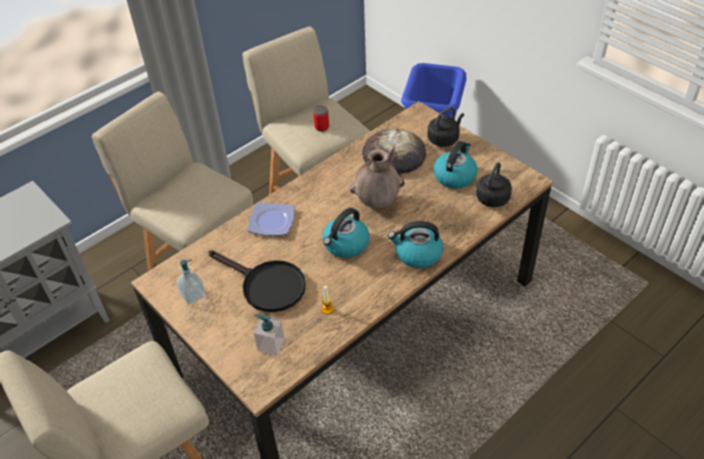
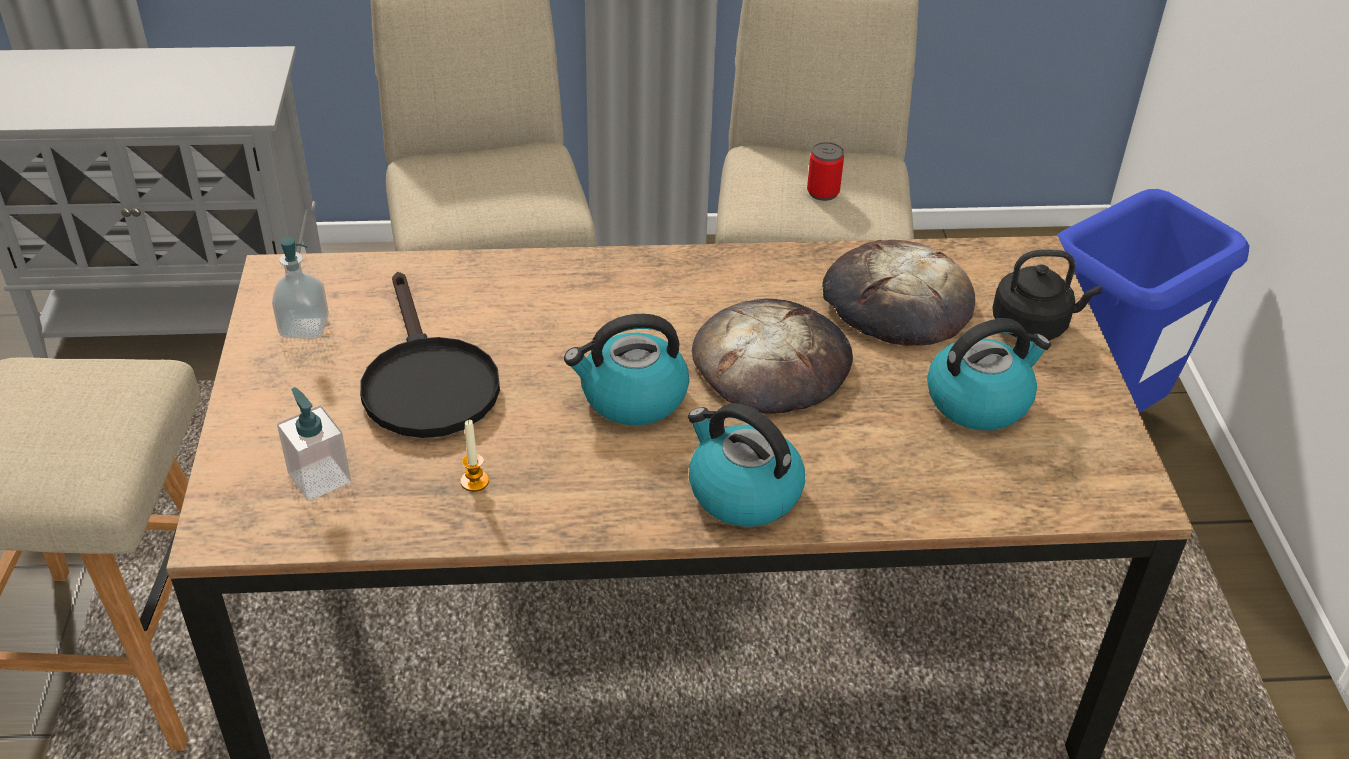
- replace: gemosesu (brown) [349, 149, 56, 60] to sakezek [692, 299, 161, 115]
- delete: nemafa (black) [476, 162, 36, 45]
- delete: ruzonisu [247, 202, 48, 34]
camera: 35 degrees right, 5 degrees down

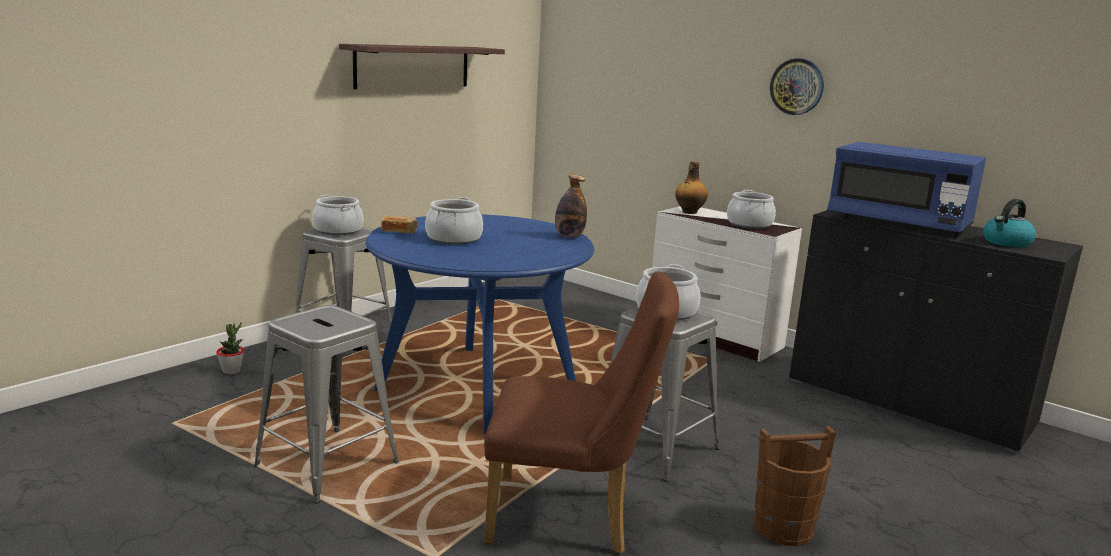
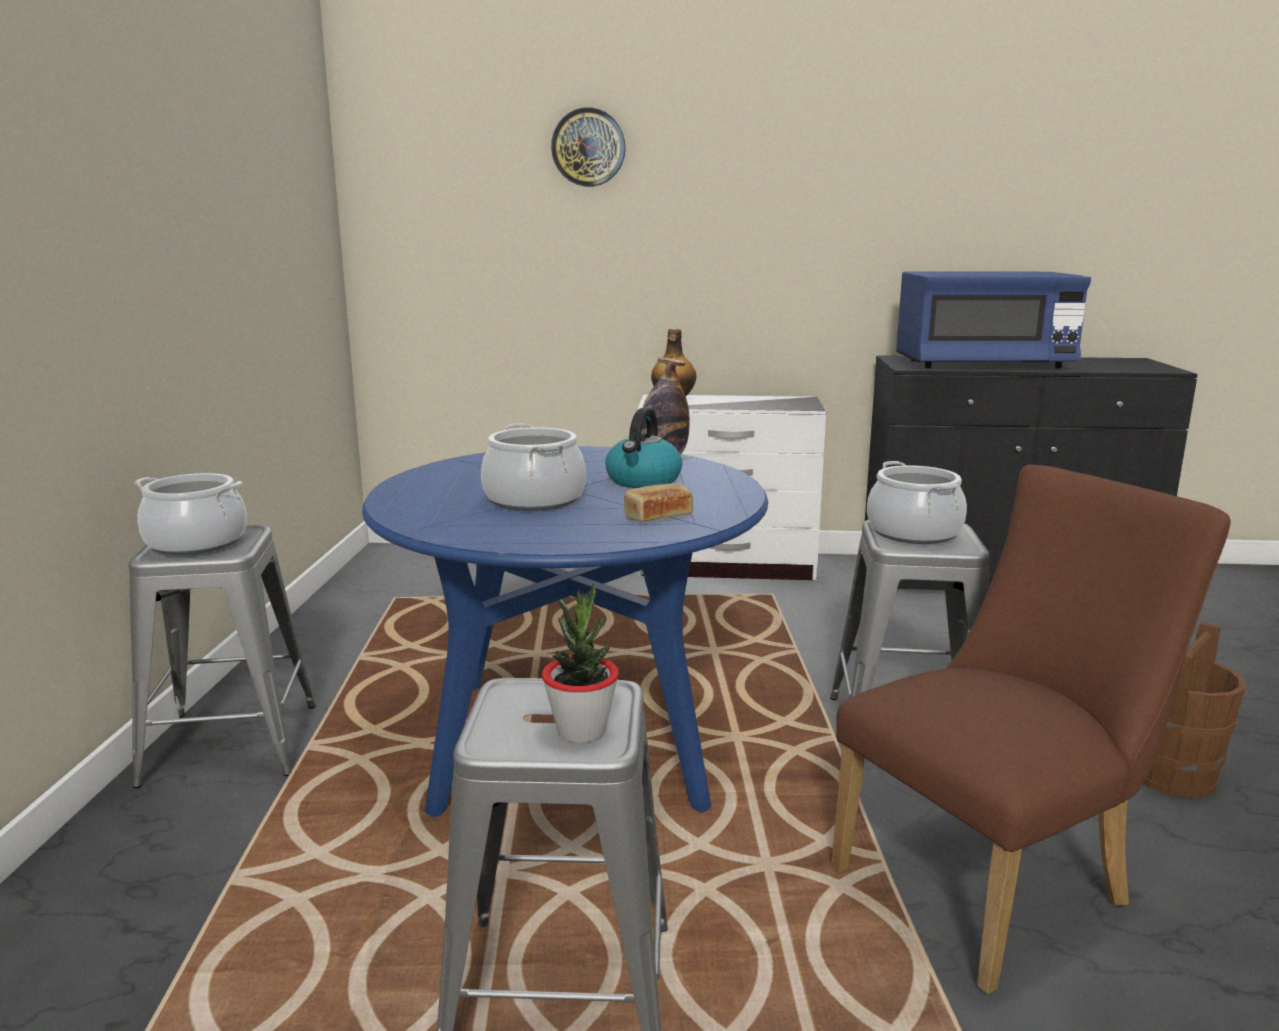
- delete: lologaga [339, 44, 166, 45]
- move: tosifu [770, 58, 54, 57] to [551, 107, 75, 80]
- delete: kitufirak [727, 190, 49, 39]
- move: nemafa [983, 199, 53, 49] to [605, 408, 77, 80]
- move: sakezek [381, 216, 36, 17] to [624, 483, 69, 39]
- move: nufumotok [216, 323, 28, 51] to [542, 583, 77, 160]
camera: 35 degrees left, 0 degrees up

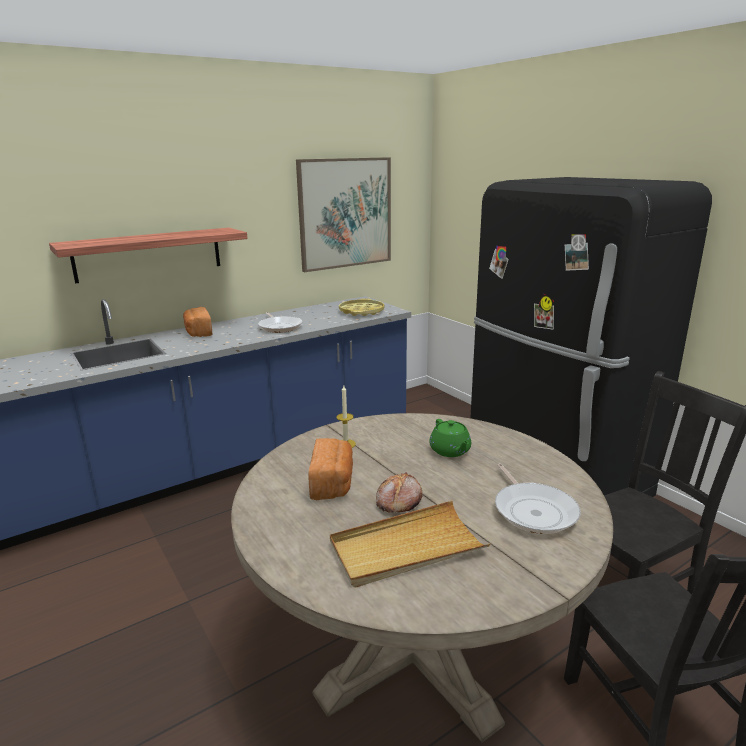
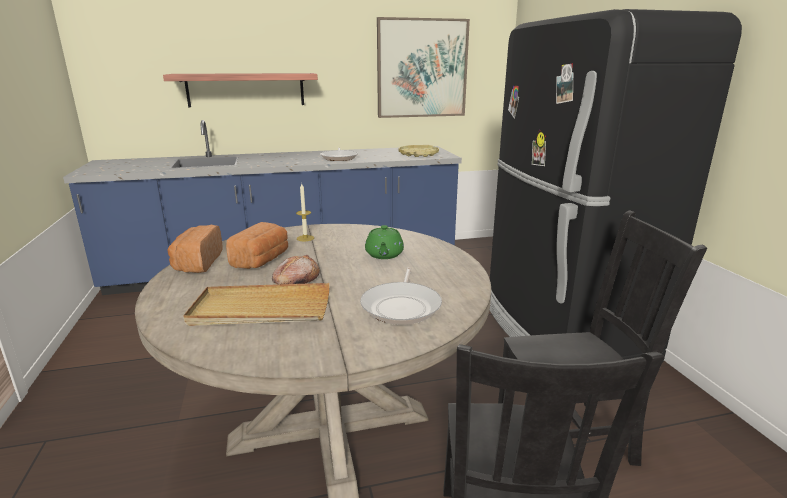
- move: sakezek [183, 307, 30, 30] to [167, 225, 55, 48]
camera: 20 degrees right, 0 degrees up

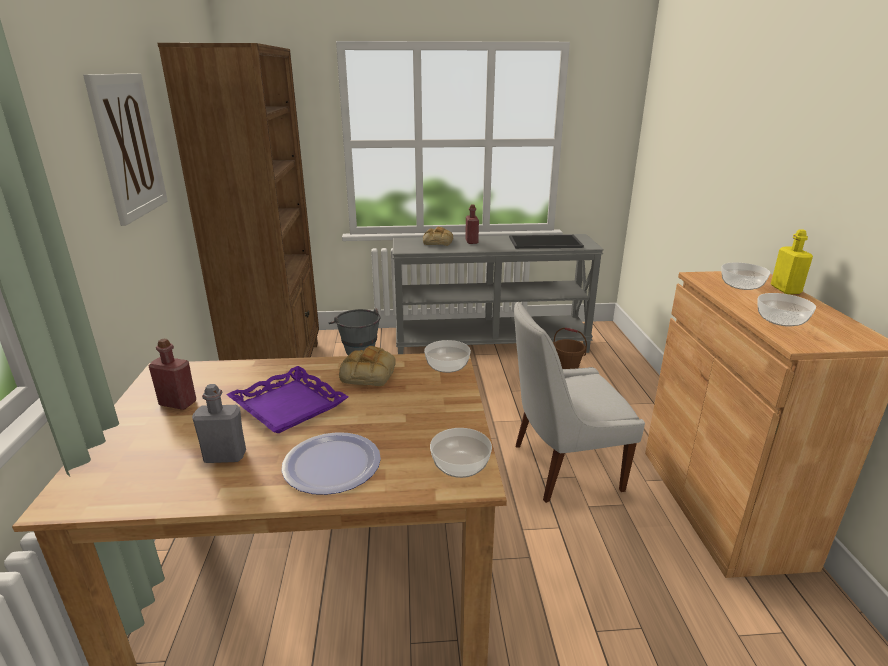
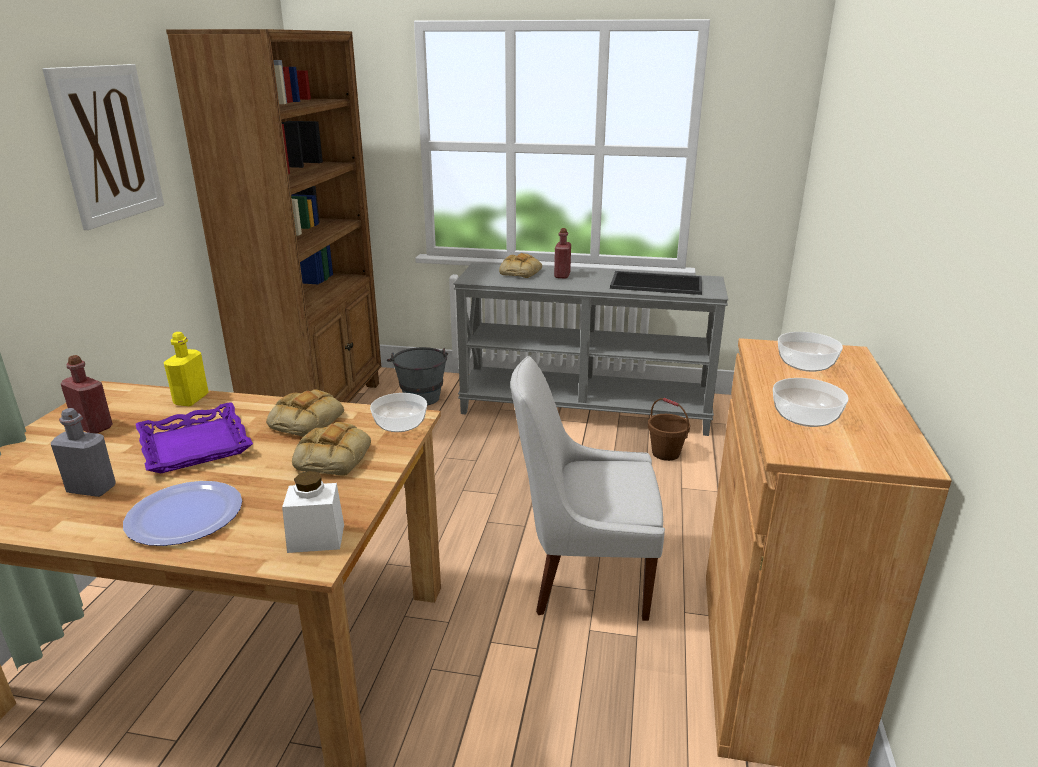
- move: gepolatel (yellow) [771, 229, 42, 65] to [164, 332, 45, 74]
- replace: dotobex [430, 428, 62, 50] to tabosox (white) [282, 471, 62, 82]
- insert: sakezek [292, 422, 79, 54]
camera: 15 degrees right, 0 degrees up

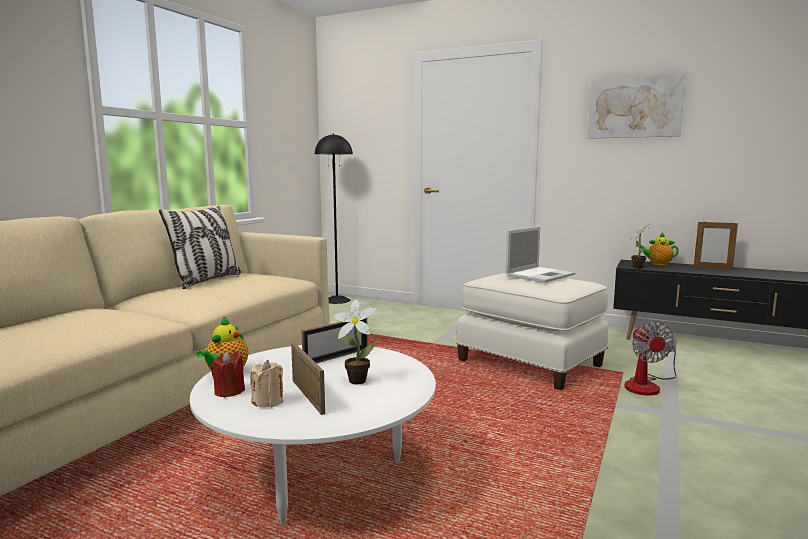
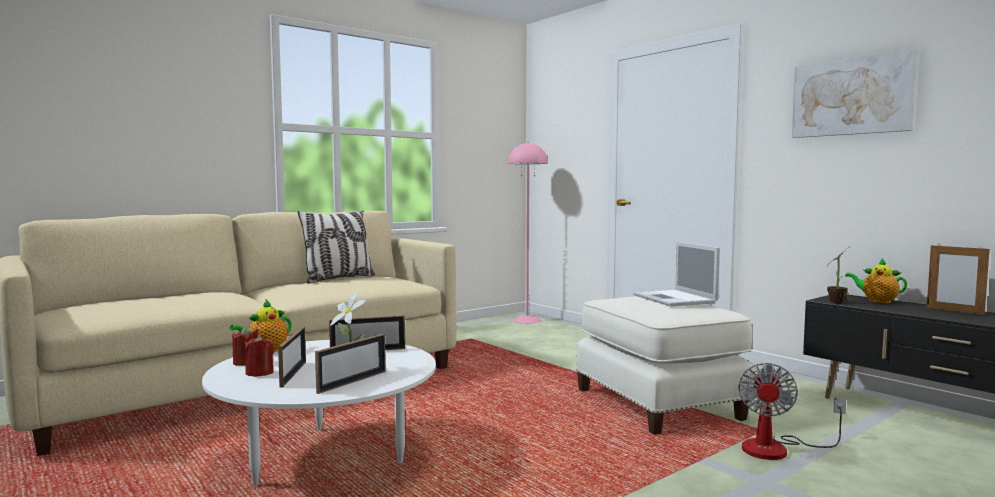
- recolor: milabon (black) [315, 134, 38, 170] to milabon (pink) [508, 142, 40, 182]
- rotate: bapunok [505, 227, 71, 56] = [633, 242, 87, 65] 90 degrees clockwise
- recolor: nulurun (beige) [250, 360, 33, 48] to nulurun (red) [245, 335, 29, 42]
- insert: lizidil [315, 334, 70, 60]
camera: 25 degrees right, 5 degrees down

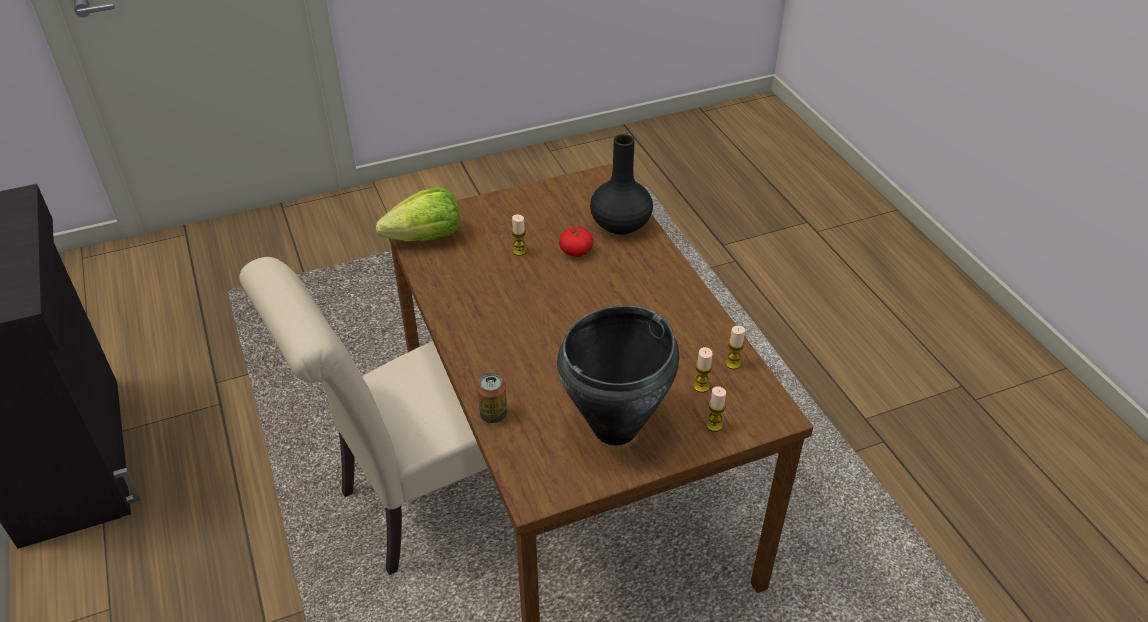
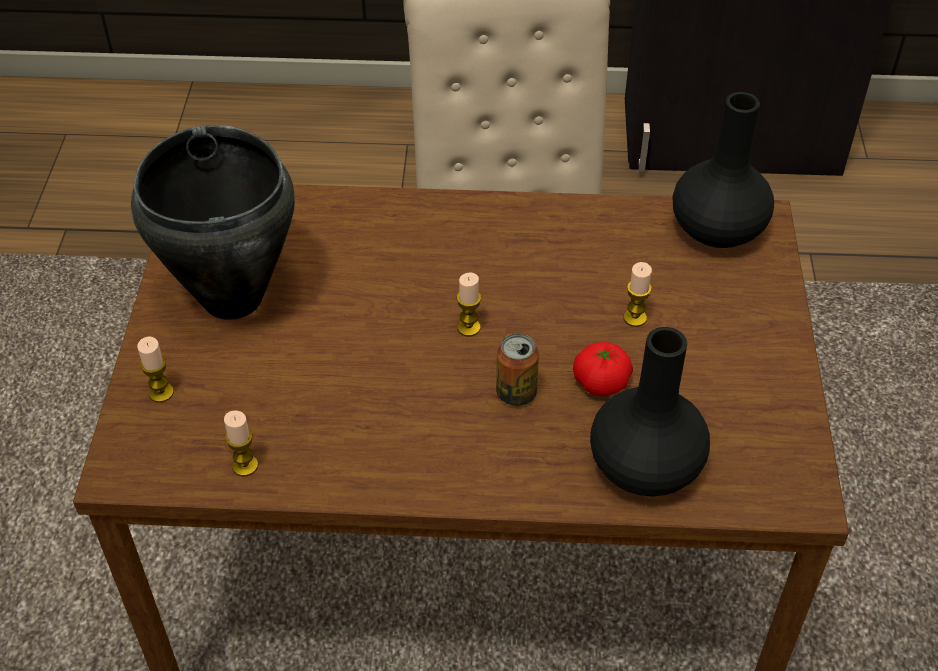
- replace: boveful [376, 188, 84, 53] to gemosesu (black) [672, 92, 102, 156]
- move: nulurun [693, 347, 20, 46] to [457, 272, 24, 65]
- move: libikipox [477, 373, 30, 50] to [496, 333, 43, 73]
camera: 115 degrees right, 5 degrees up

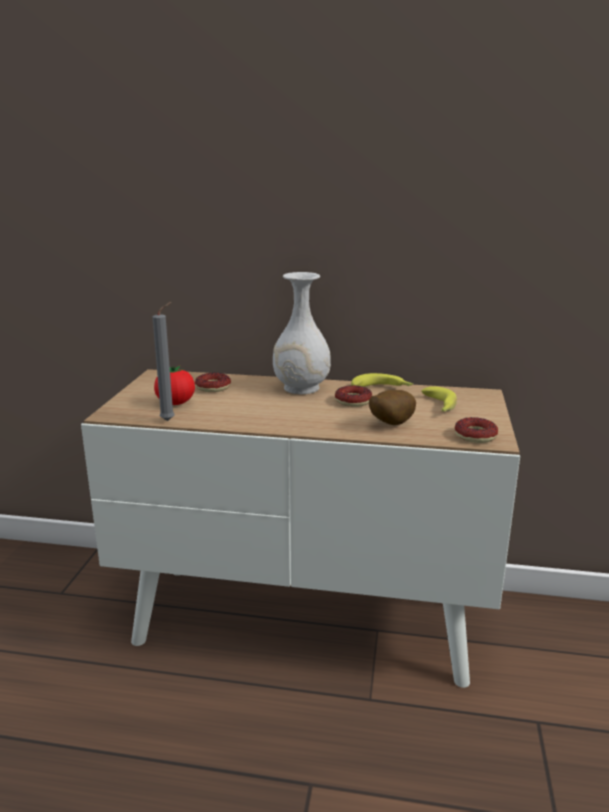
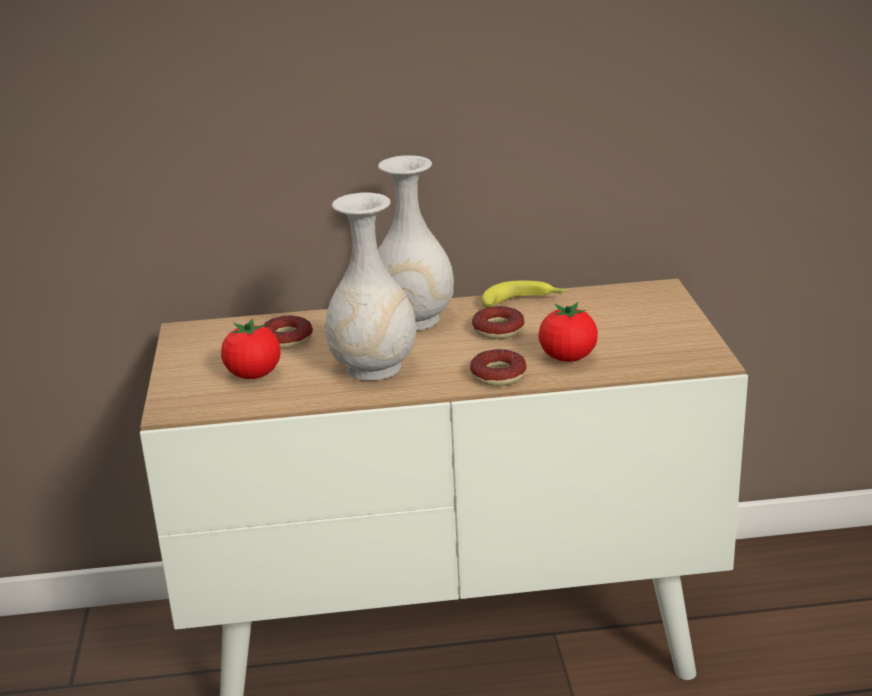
- delete: nulurun (grey) [153, 302, 22, 119]
- delete: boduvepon [421, 386, 36, 26]
- replace: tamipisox [369, 390, 47, 35] to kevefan [539, 302, 59, 60]
- move: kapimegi [455, 417, 43, 26] to [470, 349, 57, 37]
- insert: gemosesu (white) [325, 193, 91, 188]
camera: 15 degrees left, 5 degrees up

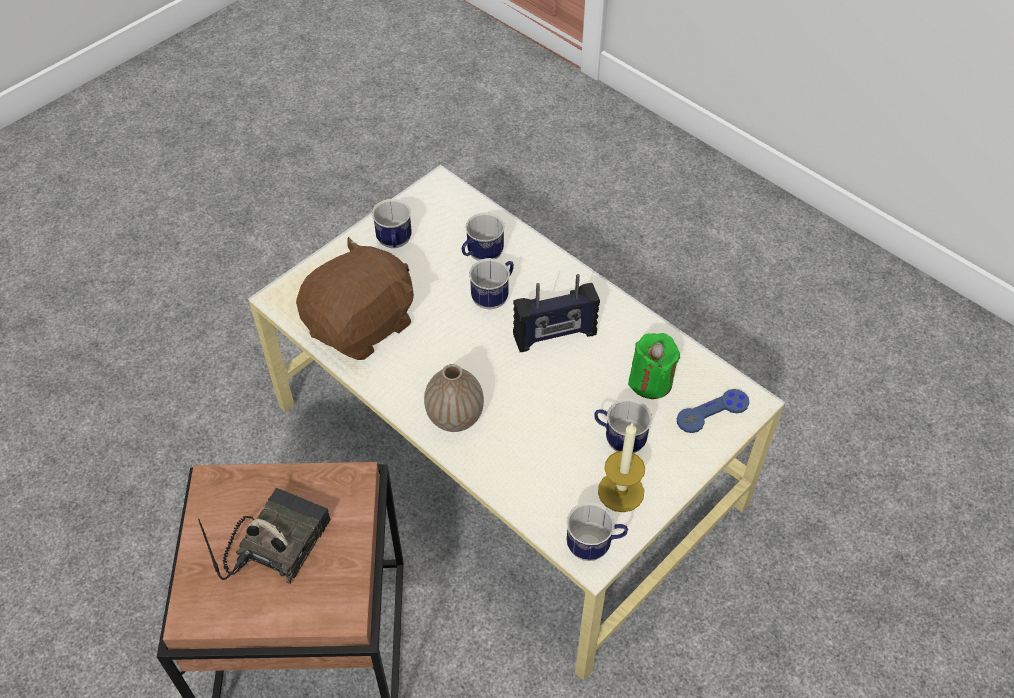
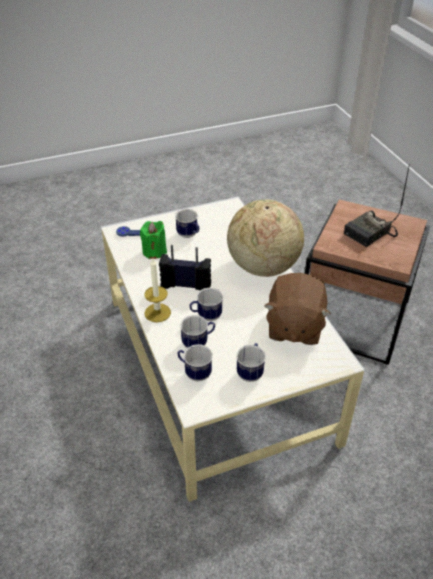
- rotate: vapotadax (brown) [296, 237, 118, 123] = [264, 273, 67, 72] 60 degrees counterclockwise
- replace: gemosesu [424, 364, 60, 68] to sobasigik [227, 199, 77, 78]
- move: nulurun [598, 422, 47, 90] to [144, 259, 27, 63]
- move: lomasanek [567, 502, 61, 59] to [177, 344, 36, 37]
camera: 155 degrees left, 10 degrees down

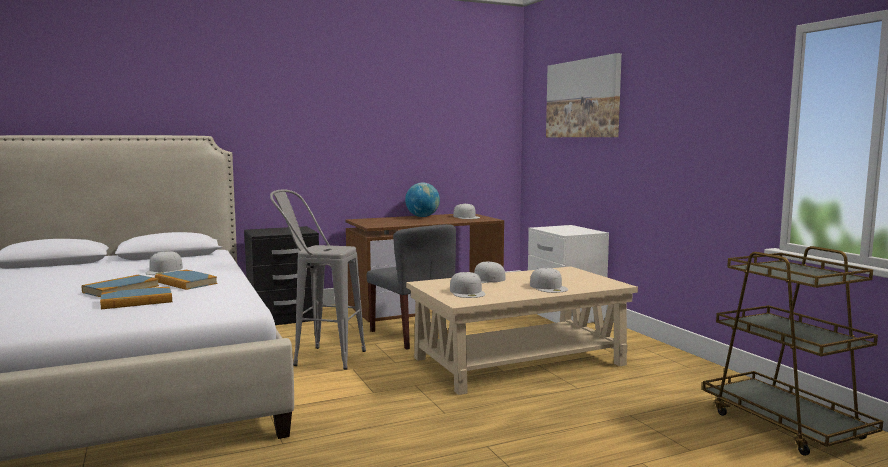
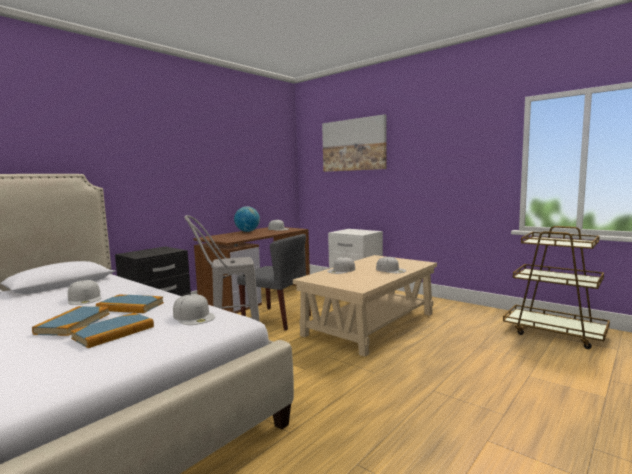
- move: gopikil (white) [450, 272, 36, 26] to [173, 294, 42, 31]
camera: 25 degrees left, 0 degrees up

